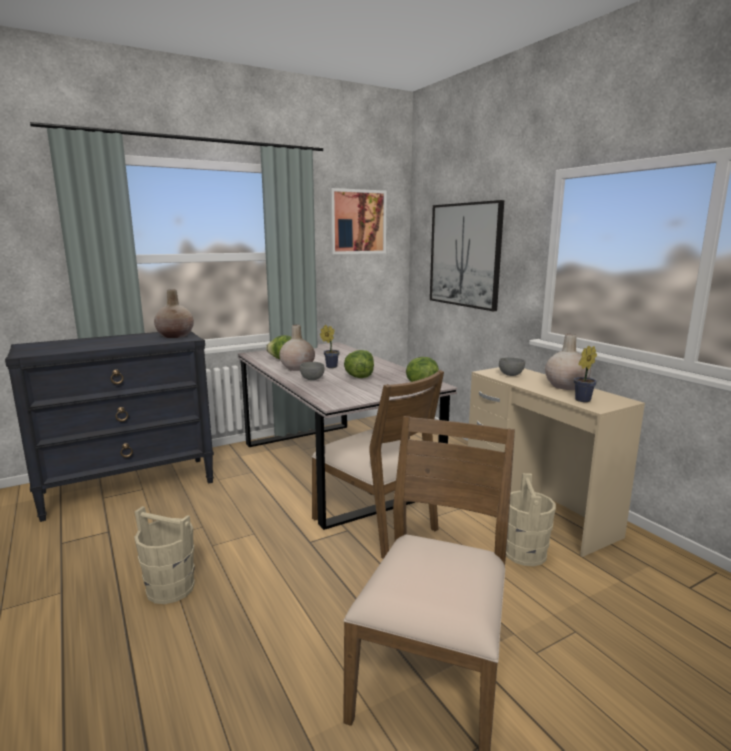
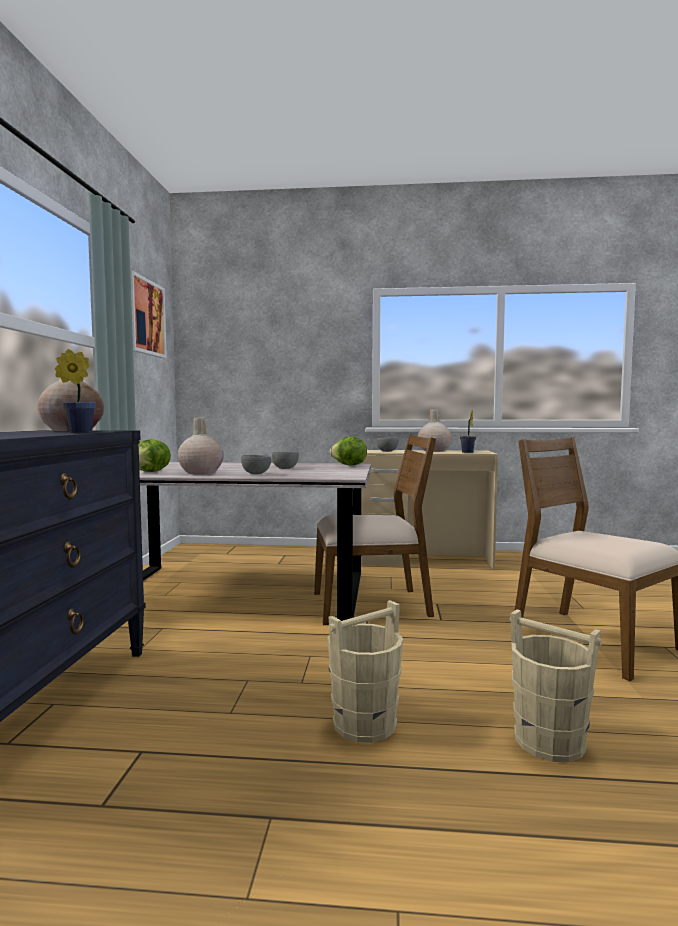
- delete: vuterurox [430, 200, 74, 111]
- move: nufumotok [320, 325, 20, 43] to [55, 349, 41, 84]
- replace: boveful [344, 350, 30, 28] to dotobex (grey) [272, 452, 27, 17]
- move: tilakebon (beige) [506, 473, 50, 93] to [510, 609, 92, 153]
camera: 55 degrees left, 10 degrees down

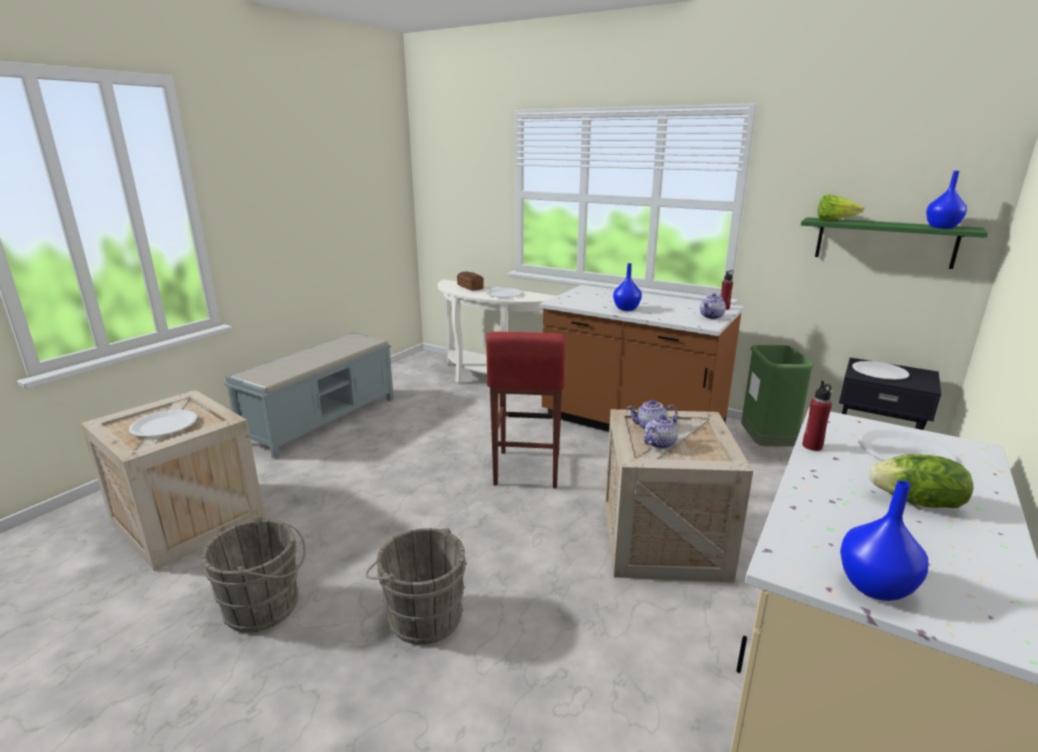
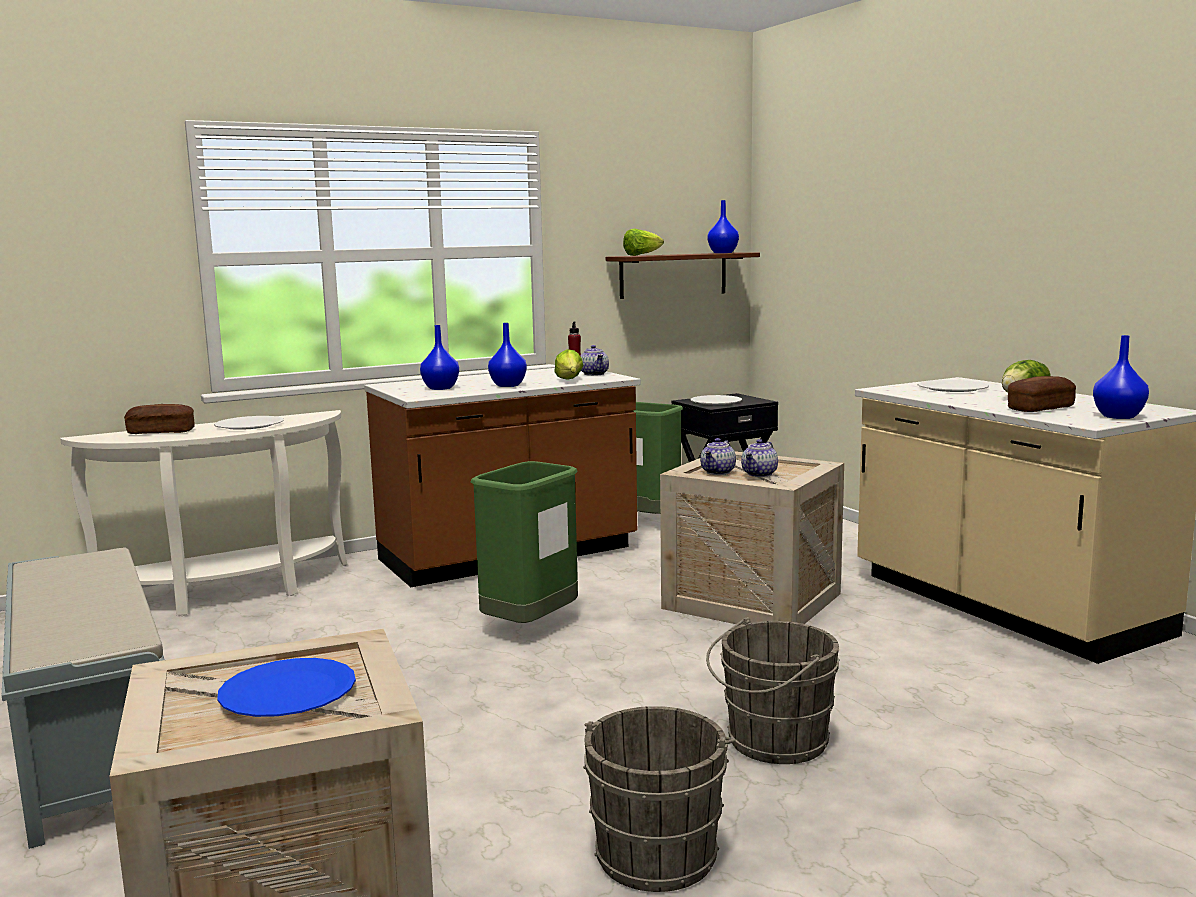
- recolor: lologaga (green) [801, 217, 187, 52] to lologaga (brown) [606, 252, 154, 47]
- replace: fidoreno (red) [486, 332, 80, 157] to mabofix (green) [470, 461, 108, 167]
- delete: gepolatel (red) [802, 381, 30, 70]
- recolor: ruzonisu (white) [129, 410, 68, 27] to ruzonisu (blue) [217, 658, 139, 59]
- rotate: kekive [644, 415, 35, 34] = [741, 439, 37, 38] 135 degrees counterclockwise
- insert: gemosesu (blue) [420, 325, 39, 65]
- insert: boveful [554, 349, 29, 31]
- insert: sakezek [1008, 376, 68, 36]
camera: 60 degrees left, 10 degrees down

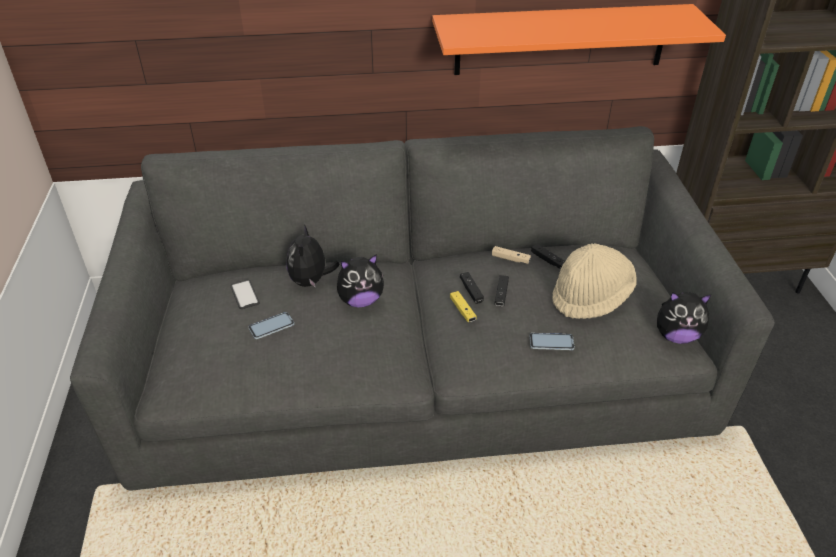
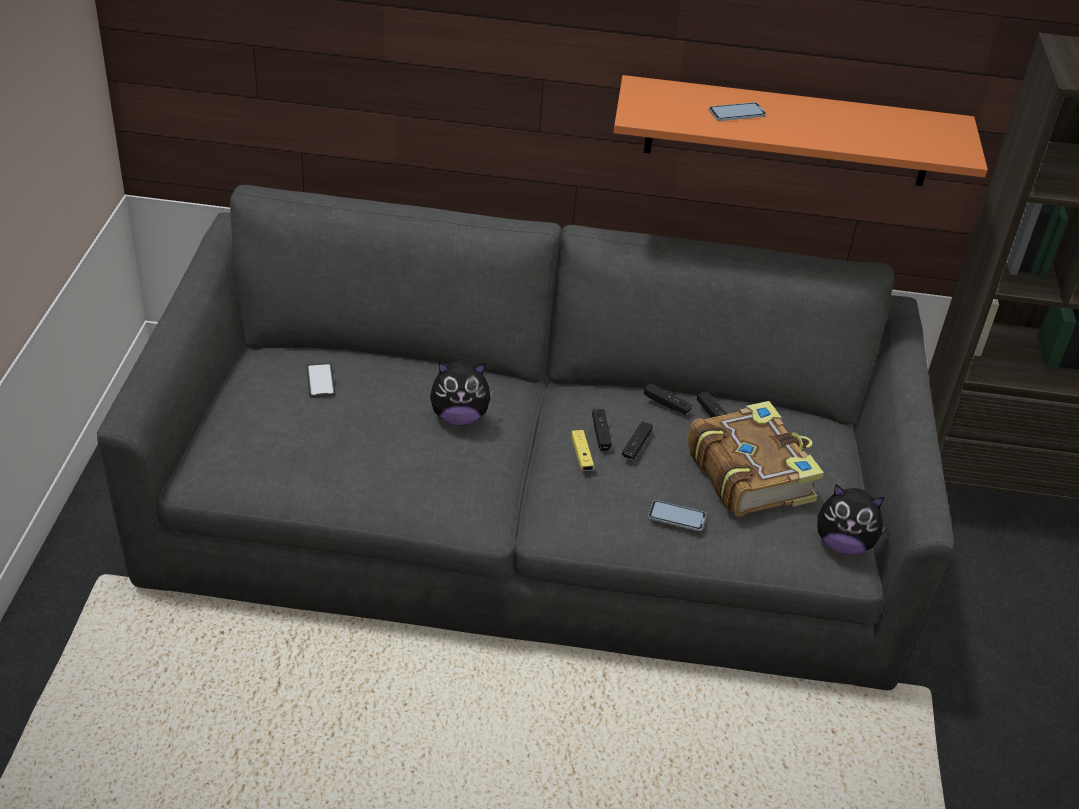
- delete: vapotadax [287, 225, 53, 63]
- replace: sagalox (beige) [552, 243, 85, 76] to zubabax [687, 401, 137, 116]
- recolor: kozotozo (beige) [492, 246, 39, 18] to kozotozo (black) [644, 383, 49, 32]
- move: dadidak [248, 312, 47, 27] to [709, 102, 57, 19]
camera: 10 degrees right, 0 degrees up

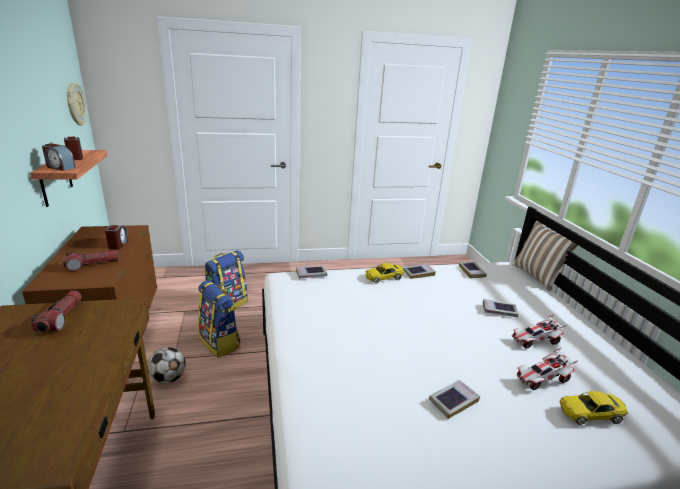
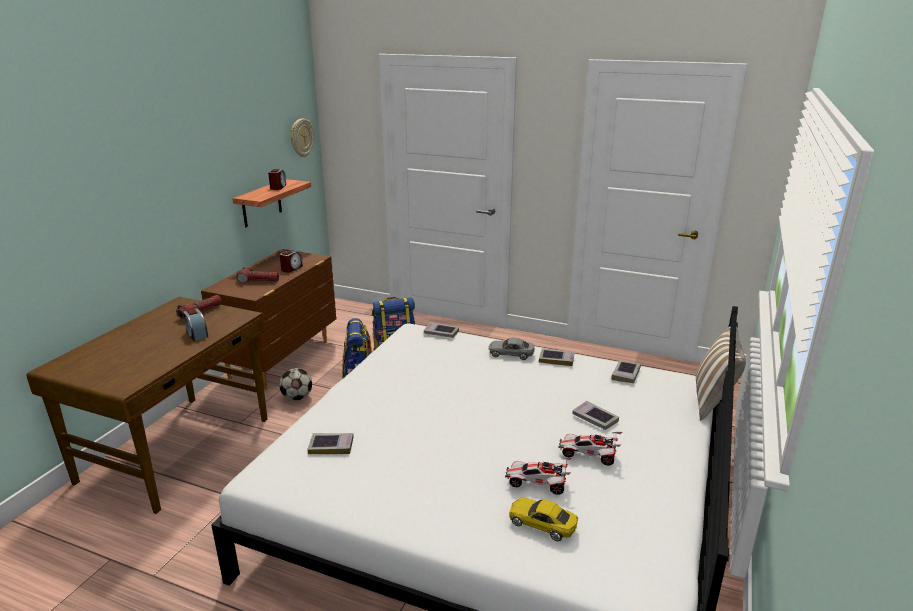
- move: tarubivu [42, 143, 34, 28] to [183, 308, 25, 33]
- recolor: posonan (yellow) [365, 263, 39, 21] to posonan (grey) [489, 337, 46, 23]
- move: zubabax [429, 380, 51, 39] to [307, 433, 47, 21]
camera: 35 degrees right, 0 degrees up

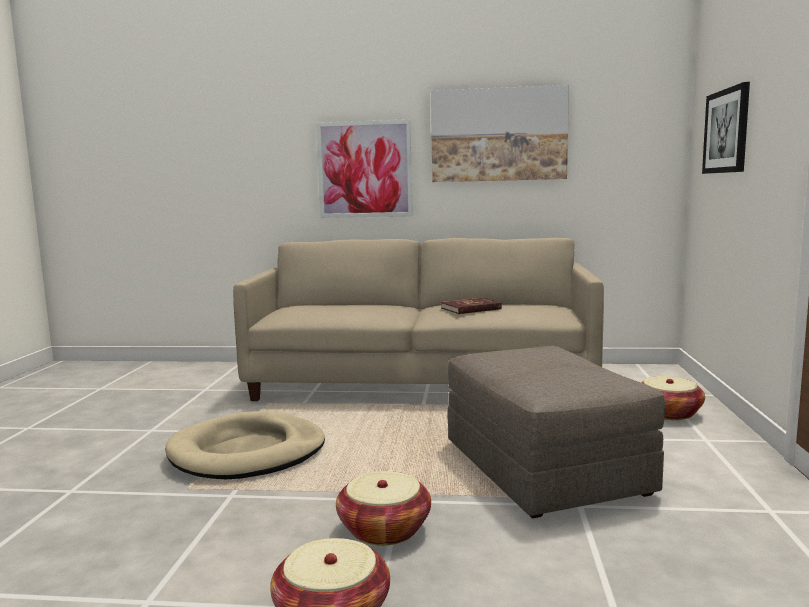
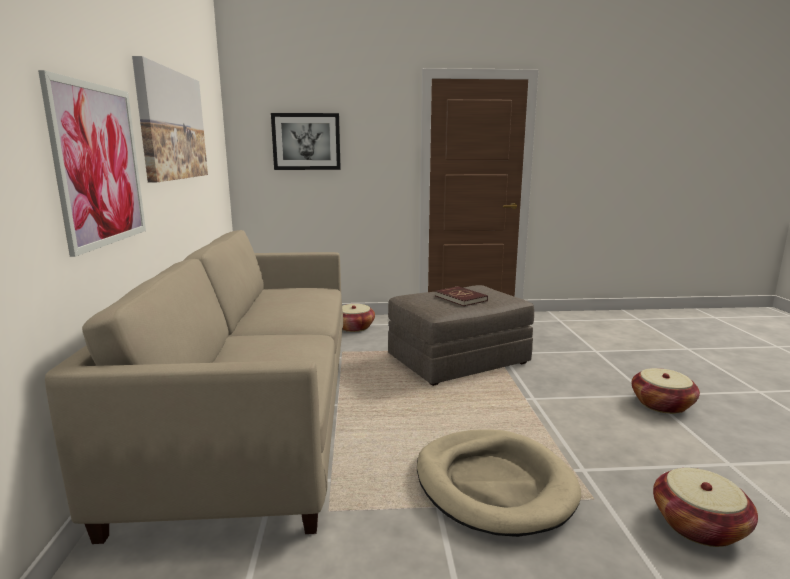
- move: zubabax (red) [441, 298, 61, 16] to [435, 286, 53, 20]
- move: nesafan [336, 471, 95, 75] to [653, 468, 105, 79]
camera: 100 degrees left, 5 degrees up

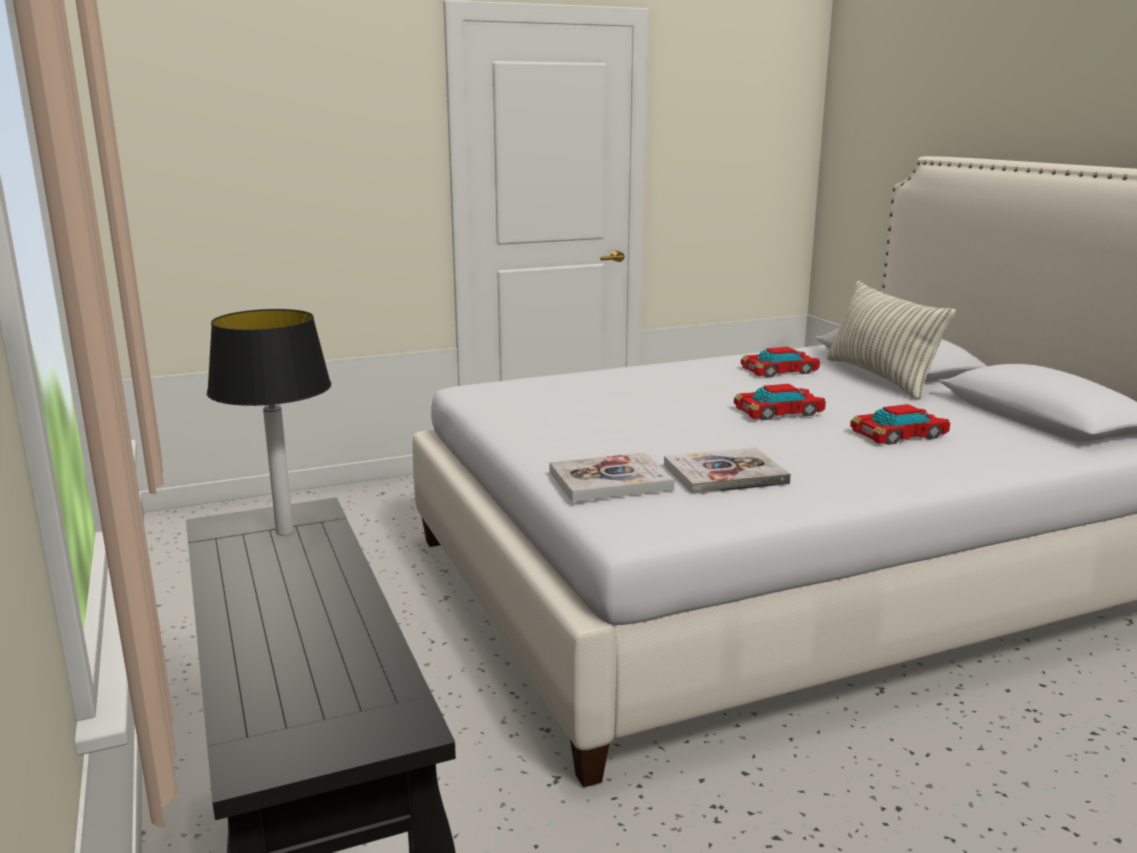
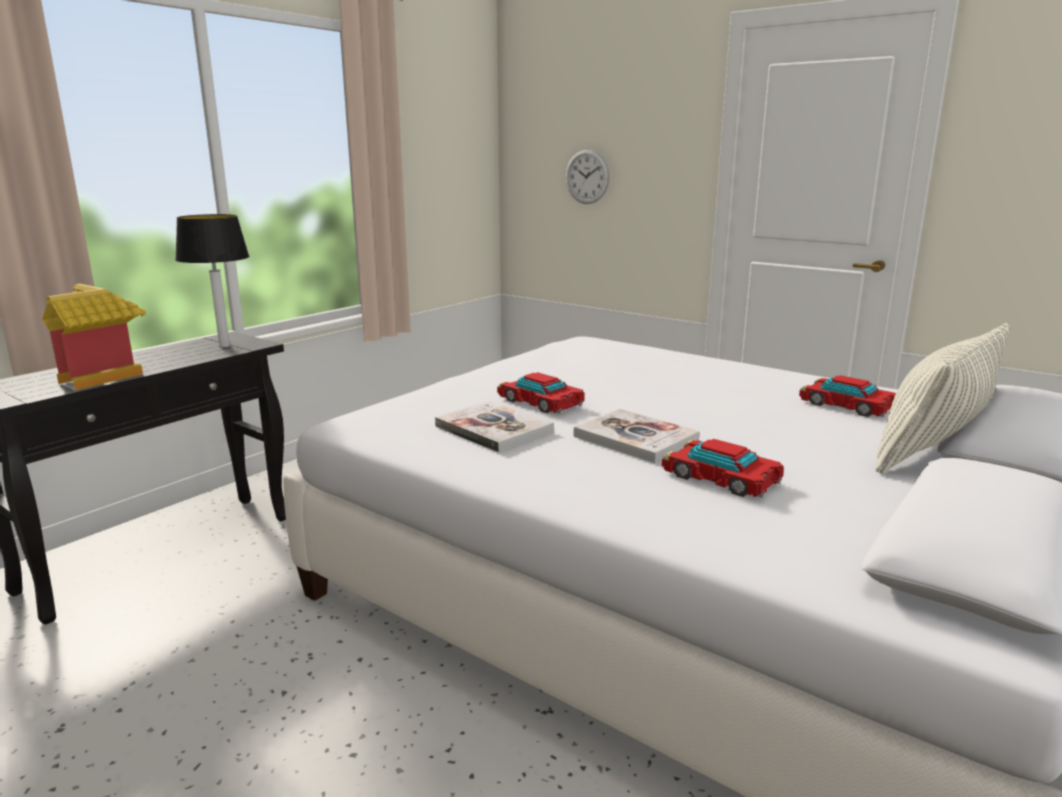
- move: posonan [734, 384, 92, 36] to [497, 372, 88, 41]
- move: zubabax [550, 452, 125, 50] to [574, 409, 126, 54]
- insert: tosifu [565, 149, 45, 55]
- insert: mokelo [42, 284, 104, 106]
camera: 60 degrees right, 0 degrees up

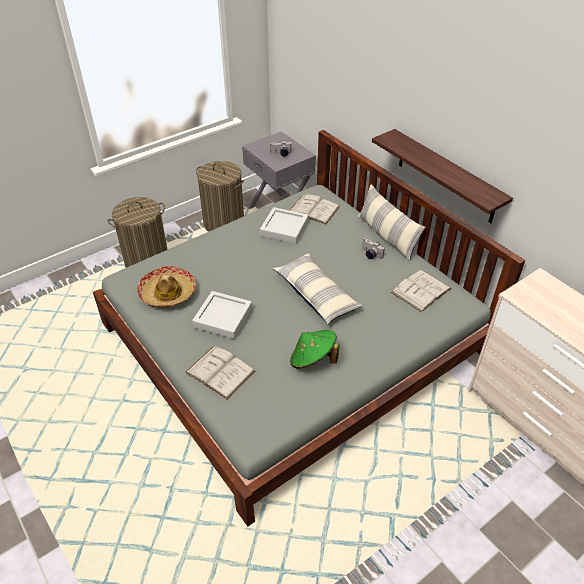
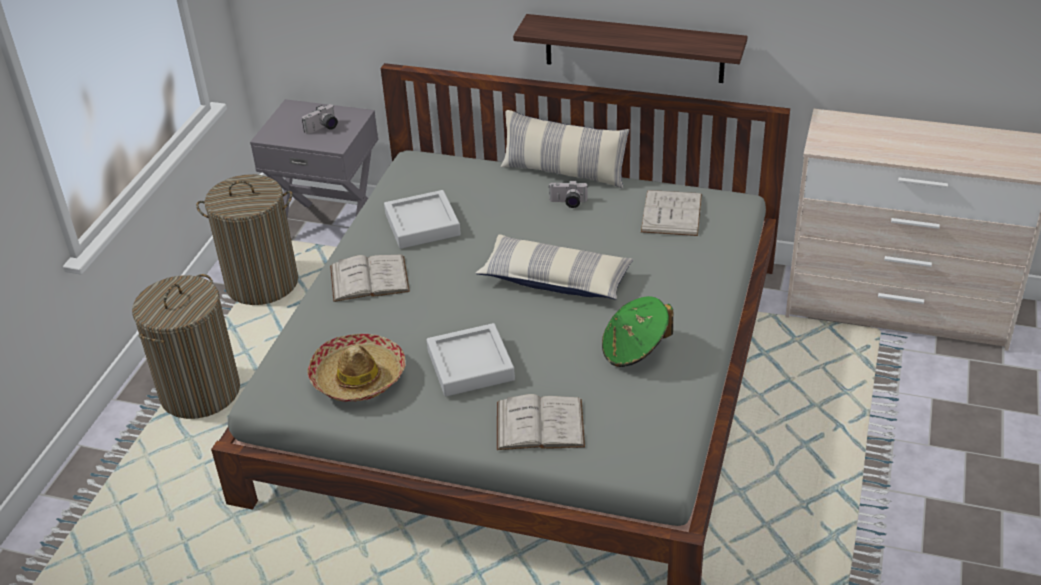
- move: zubabax (white) [289, 194, 51, 30] to [330, 255, 80, 47]
camera: 35 degrees left, 5 degrees down

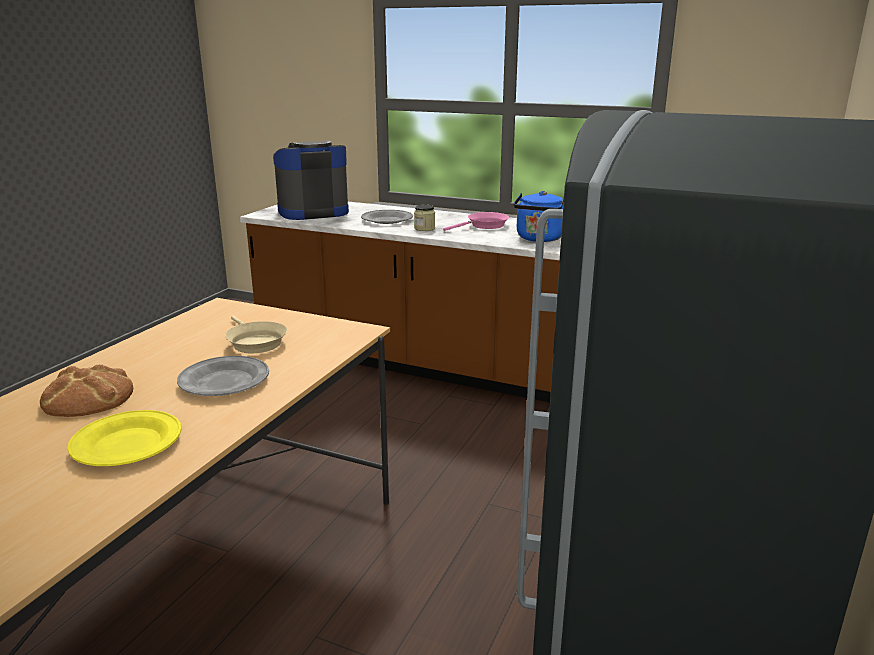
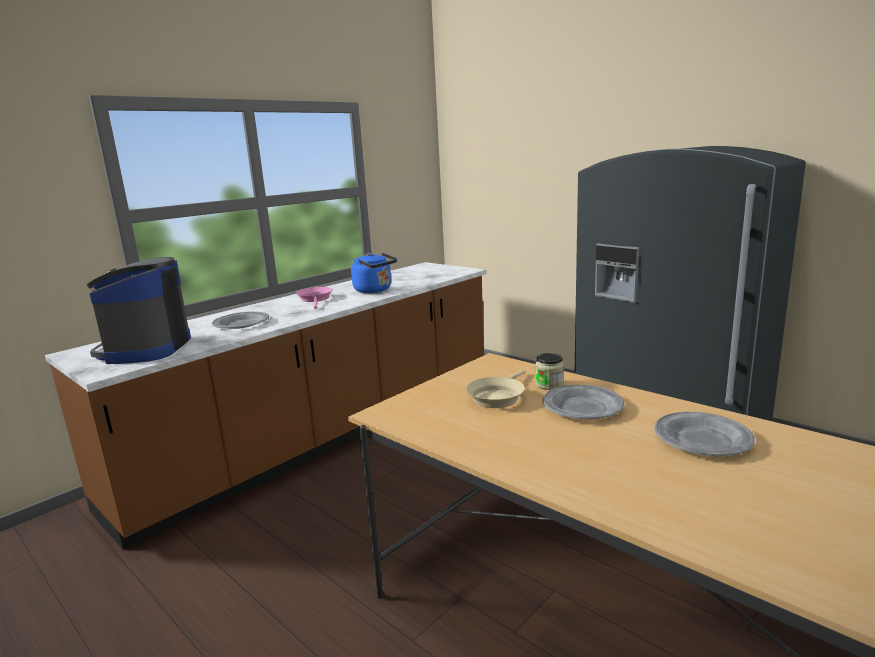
- move: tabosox [414, 205, 21, 26] to [535, 353, 29, 37]
- rotate: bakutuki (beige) [225, 316, 62, 37] = [466, 369, 60, 39] 135 degrees clockwise
- delete: sakezek [40, 365, 93, 52]
- recolor: ruzonisu (yellow) [68, 410, 114, 56] to ruzonisu (grey) [654, 412, 101, 44]
camera: 70 degrees left, 5 degrees down

